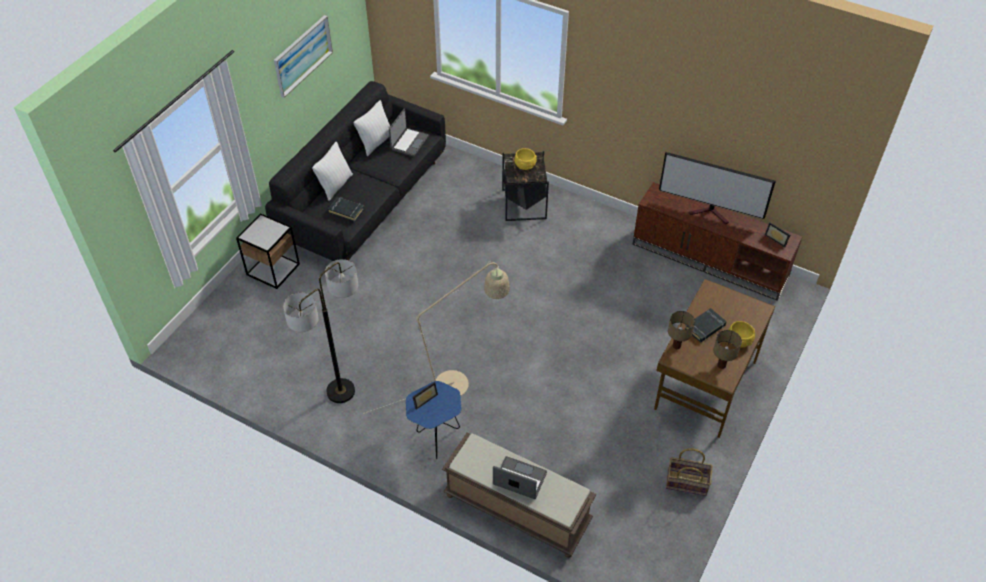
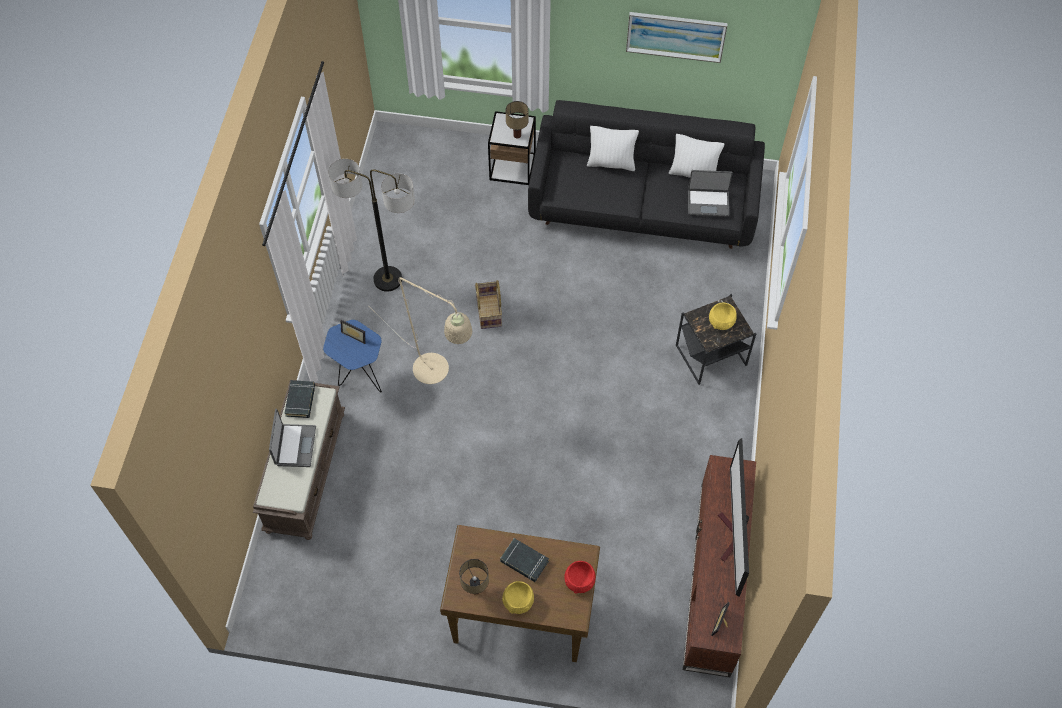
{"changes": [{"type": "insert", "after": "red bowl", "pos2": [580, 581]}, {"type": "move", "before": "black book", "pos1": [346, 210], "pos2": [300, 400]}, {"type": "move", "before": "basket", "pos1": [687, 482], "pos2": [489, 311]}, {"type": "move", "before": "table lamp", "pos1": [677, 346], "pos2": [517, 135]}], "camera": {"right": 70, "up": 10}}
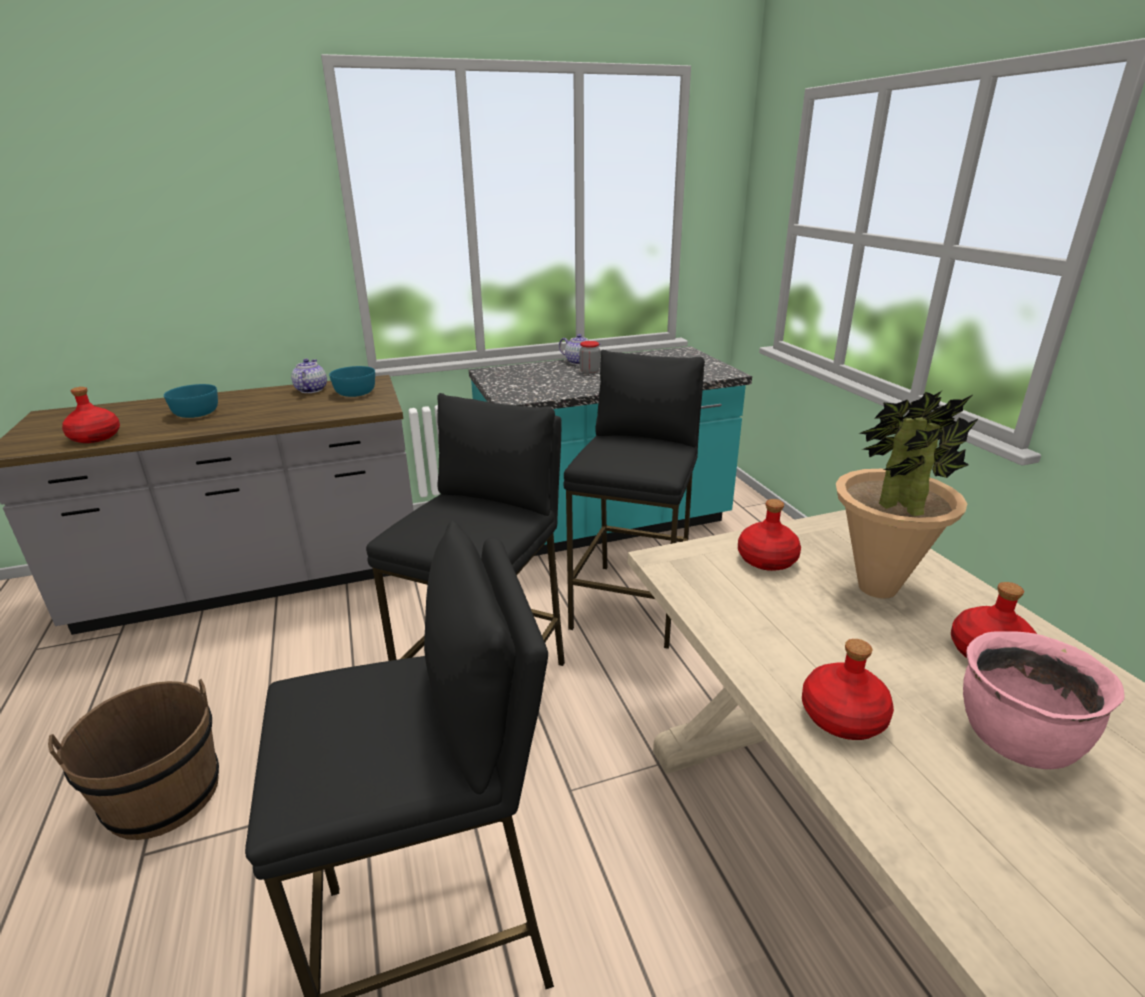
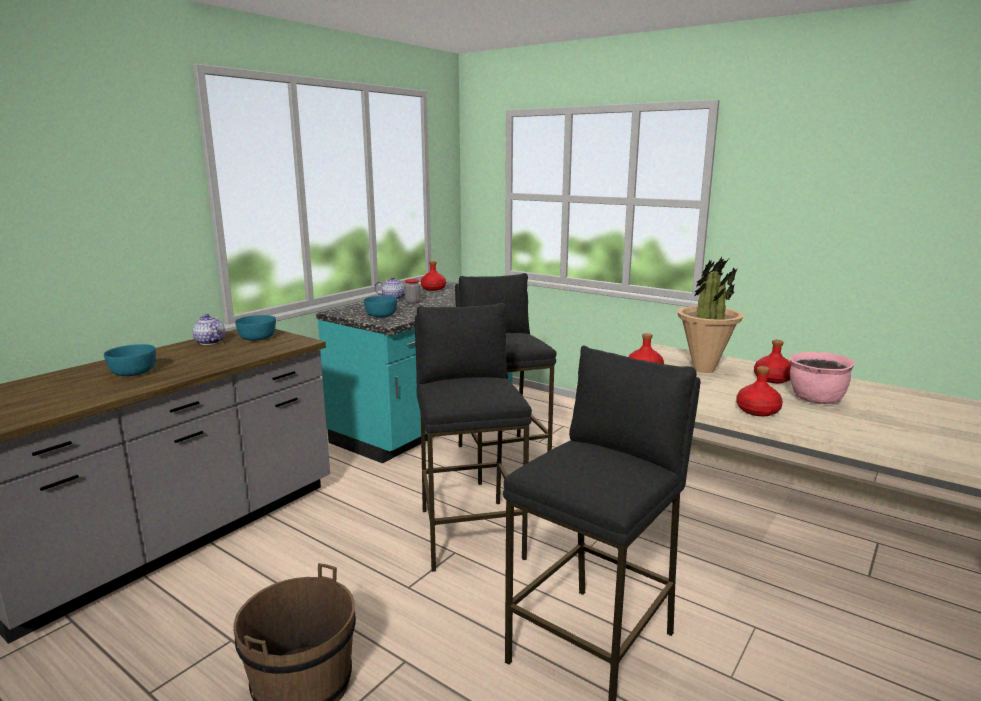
{"changes": [{"type": "insert", "after": "turquoise bowl", "pos2": [381, 315]}, {"type": "move", "before": "red bottle", "pos1": [95, 437], "pos2": [433, 289]}], "camera": {"right": -35, "up": -10}}
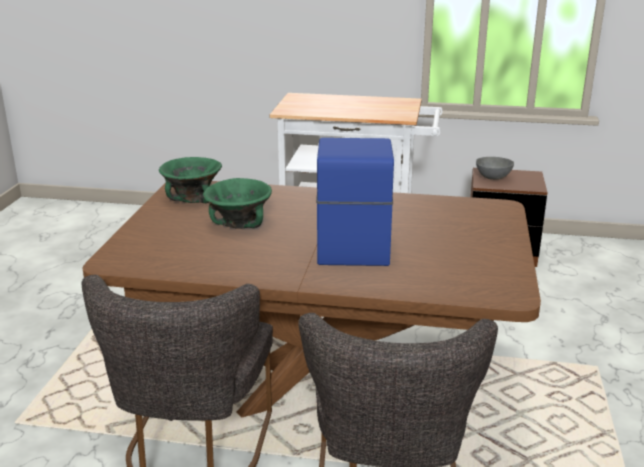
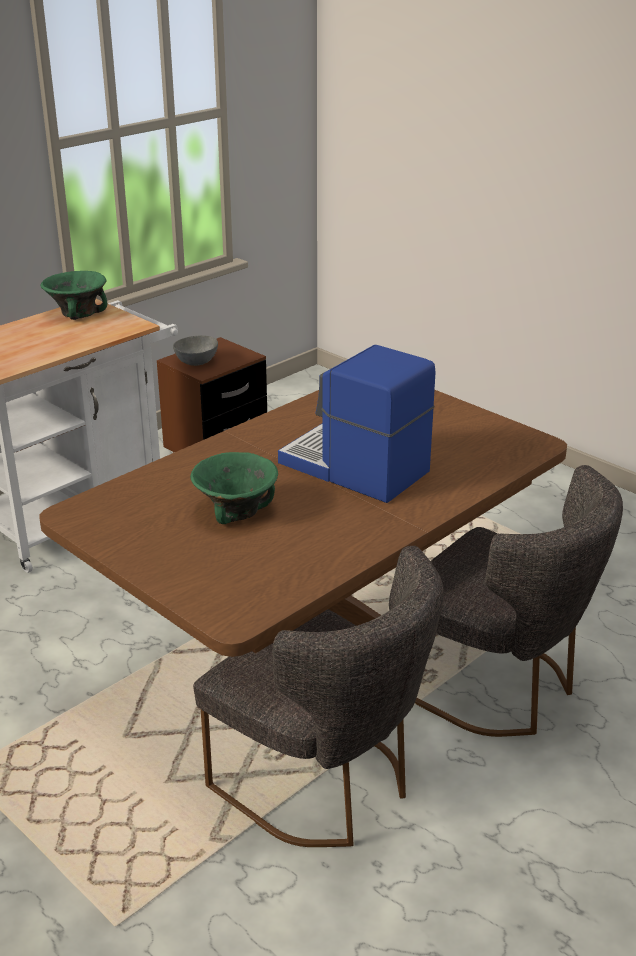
{"changes": [{"type": "move", "before": "green bowl", "pos1": [193, 198], "pos2": [78, 313]}], "camera": {"right": -55, "up": 5}}
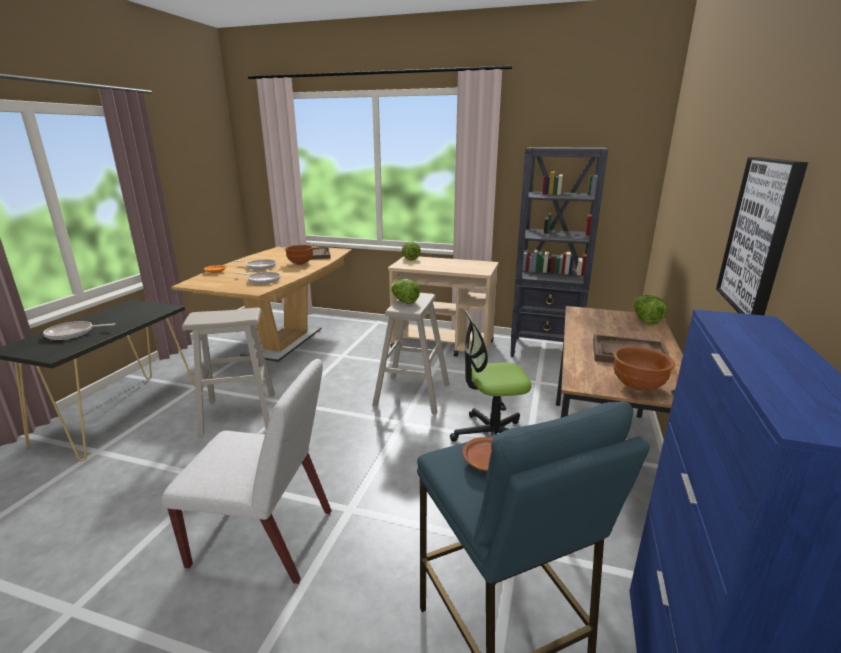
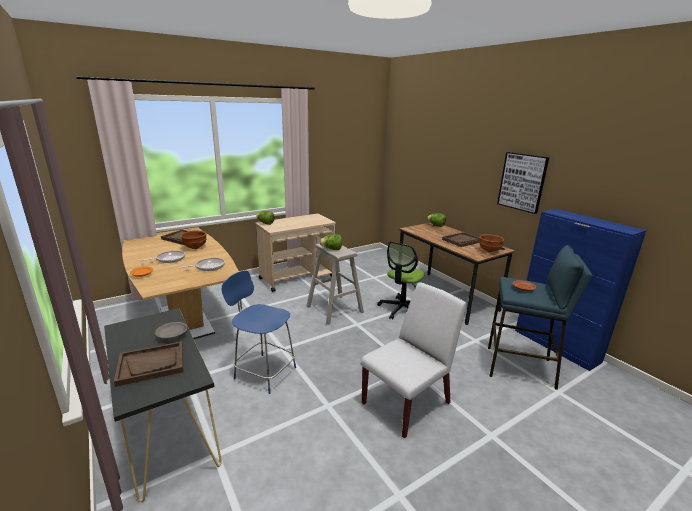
{"changes": [{"type": "delete", "before": "black bookcase", "pos1": [545, 350]}, {"type": "insert", "after": "grey bowl", "pos2": [172, 335]}, {"type": "replace", "before": "frying pan", "after": "brown tray", "pos1": [73, 333], "pos2": [151, 364]}, {"type": "replace", "before": "beige stool", "after": "blue chair", "pos1": [239, 413], "pos2": [263, 372]}], "camera": {"right": -50, "up": 0}}
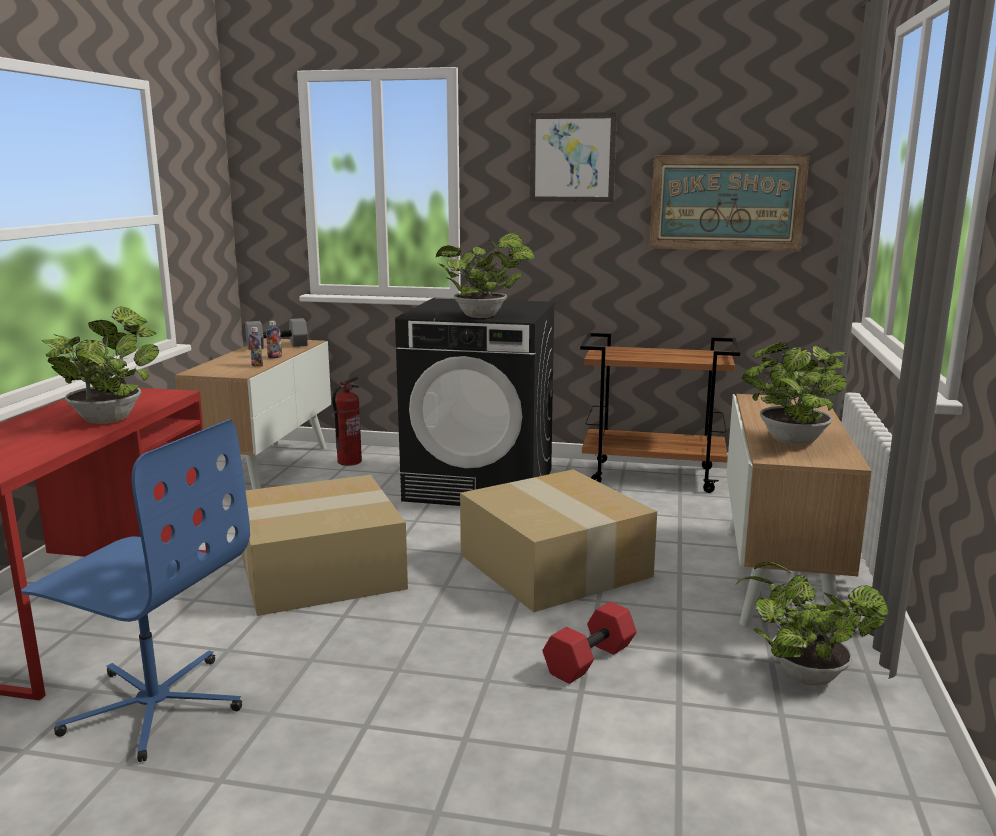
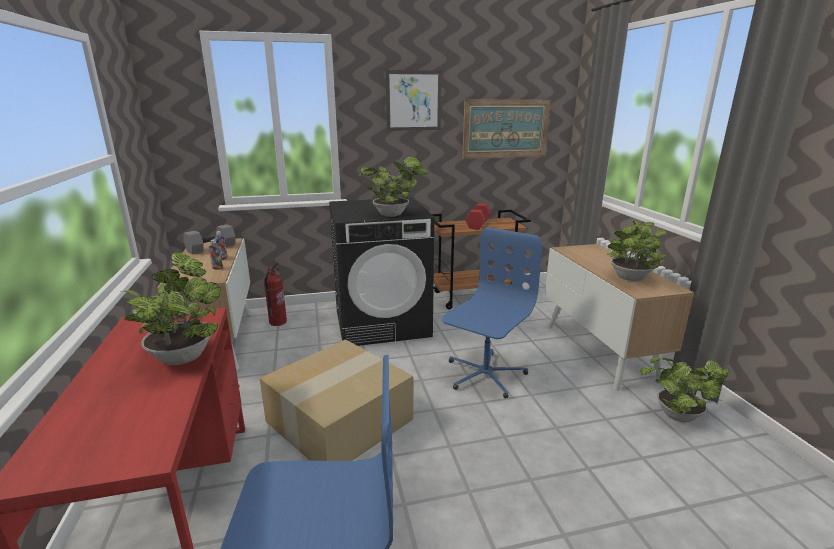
{"changes": [{"type": "move", "before": "red dumbbell", "pos1": [589, 659], "pos2": [477, 224]}, {"type": "replace", "before": "cardboard box", "after": "blue office chair", "pos1": [557, 565], "pos2": [484, 374]}], "camera": {"right": -25, "up": 5}}
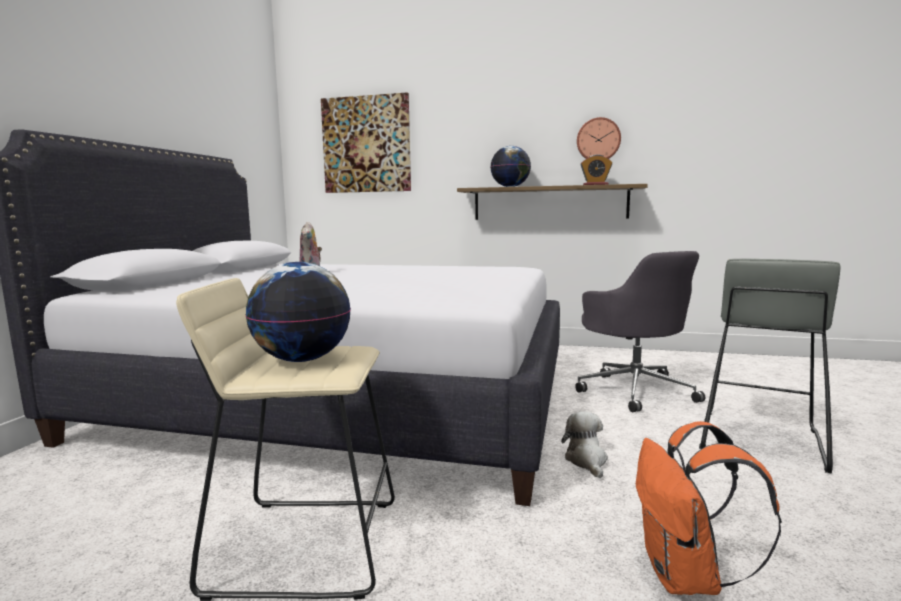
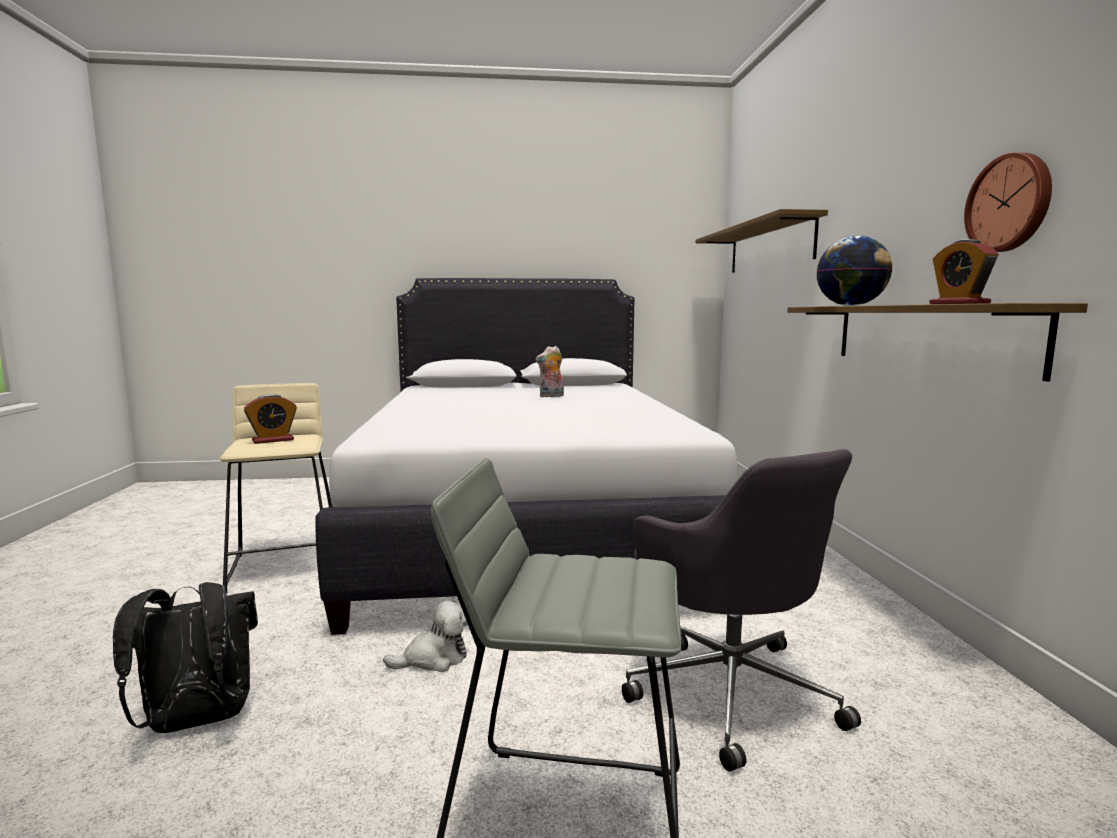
{"changes": [{"type": "replace", "before": "globe", "after": "alarm clock", "pos1": [302, 359], "pos2": [273, 440]}, {"type": "replace", "before": "picture", "after": "shelf", "pos1": [366, 144], "pos2": [769, 247]}, {"type": "recolor", "before": "orange backpack", "after": "black backpack", "pos1": [686, 577], "pos2": [196, 722]}, {"type": "rotate", "before": "grey office chair", "pos1": [635, 390], "pos2": [730, 691], "turn": -75}], "camera": {"right": 70, "up": 0}}
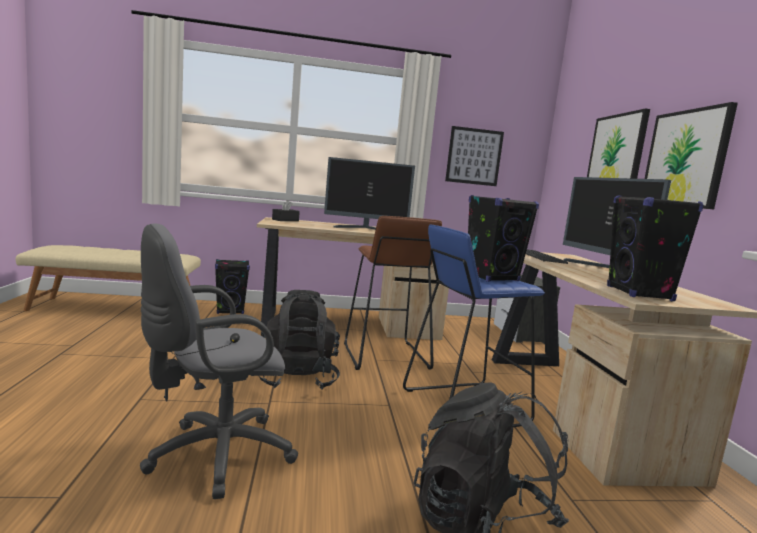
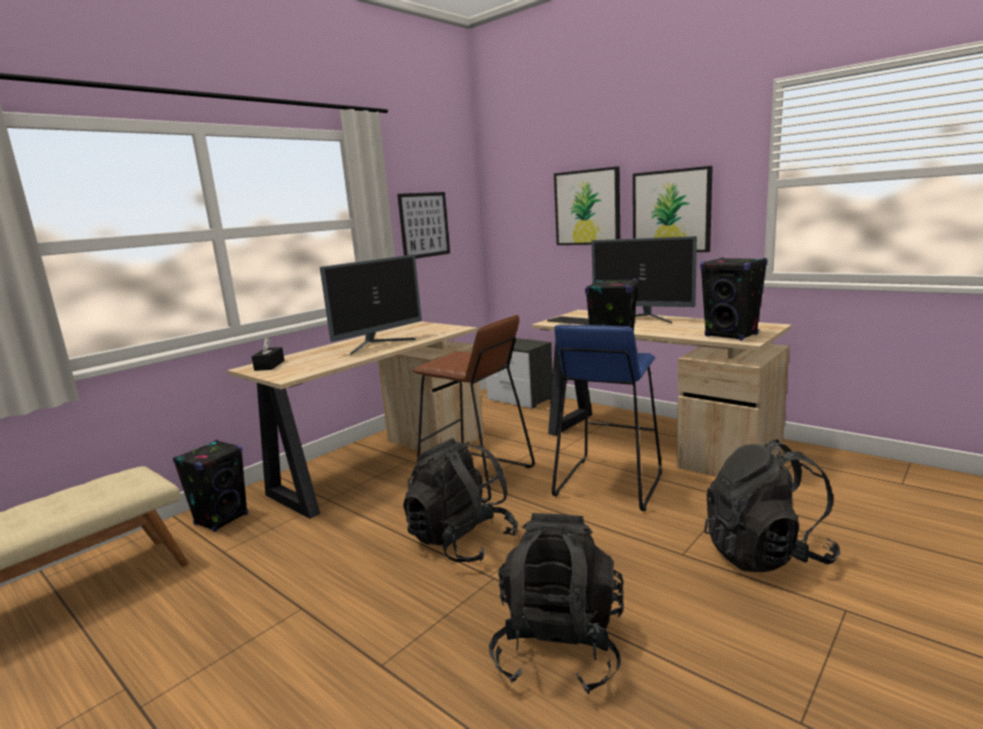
{"changes": [{"type": "replace", "before": "grey office chair", "after": "black backpack", "pos1": [213, 455], "pos2": [559, 647]}], "camera": {"right": -40, "up": 5}}
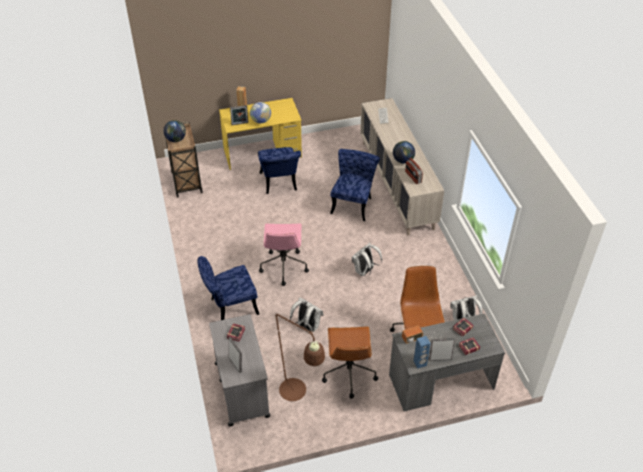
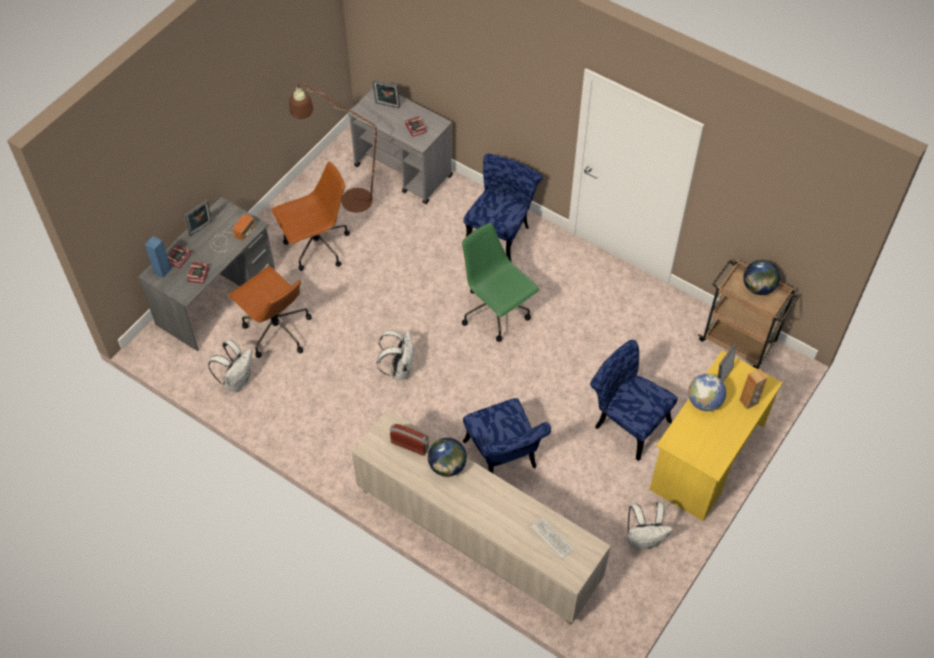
{"changes": [{"type": "move", "before": "white backpack", "pos1": [307, 326], "pos2": [643, 540]}, {"type": "move", "before": "blue speaker", "pos1": [420, 363], "pos2": [162, 271]}, {"type": "recolor", "before": "pink office chair", "after": "green office chair", "pos1": [283, 266], "pos2": [496, 313]}, {"type": "rotate", "before": "brown office chair", "pos1": [349, 373], "pos2": [316, 247], "turn": 105}], "camera": {"right": 140, "up": 10}}
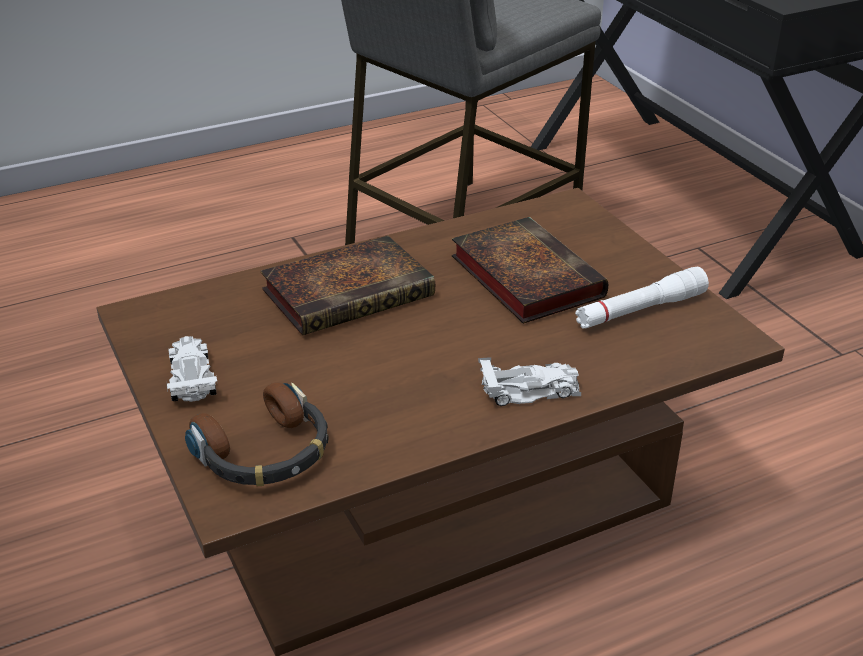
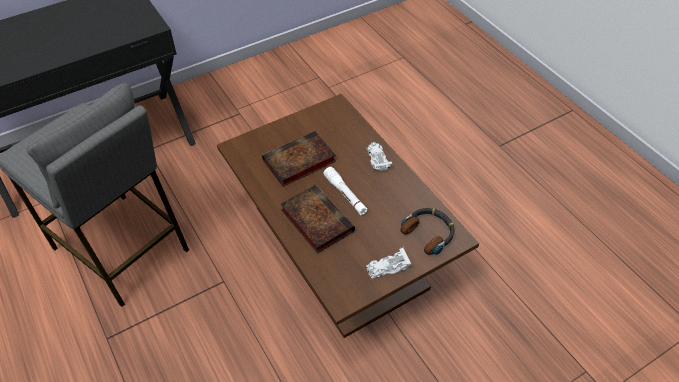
{"changes": [{"type": "move", "before": "white flashlight", "pos1": [640, 310], "pos2": [345, 195]}], "camera": {"right": -95, "up": 15}}
